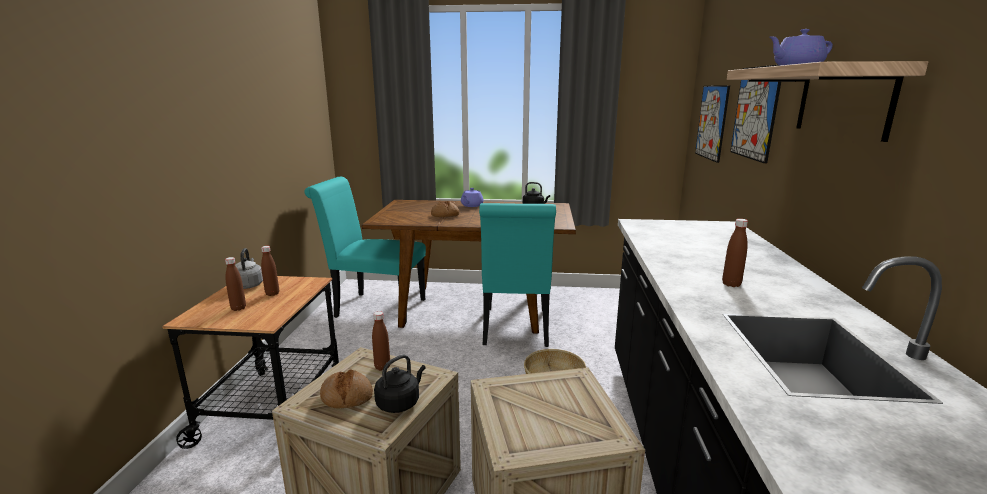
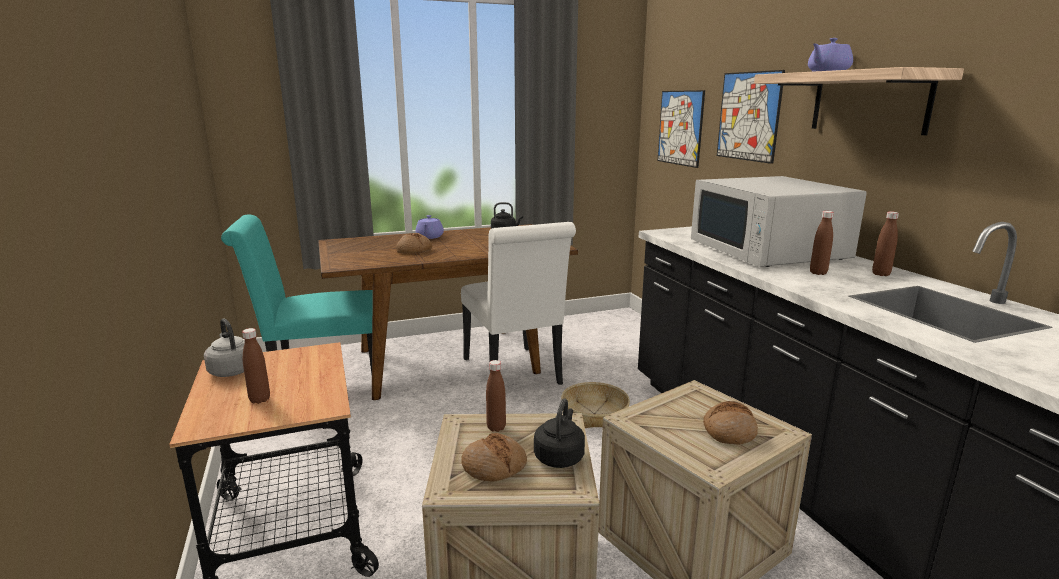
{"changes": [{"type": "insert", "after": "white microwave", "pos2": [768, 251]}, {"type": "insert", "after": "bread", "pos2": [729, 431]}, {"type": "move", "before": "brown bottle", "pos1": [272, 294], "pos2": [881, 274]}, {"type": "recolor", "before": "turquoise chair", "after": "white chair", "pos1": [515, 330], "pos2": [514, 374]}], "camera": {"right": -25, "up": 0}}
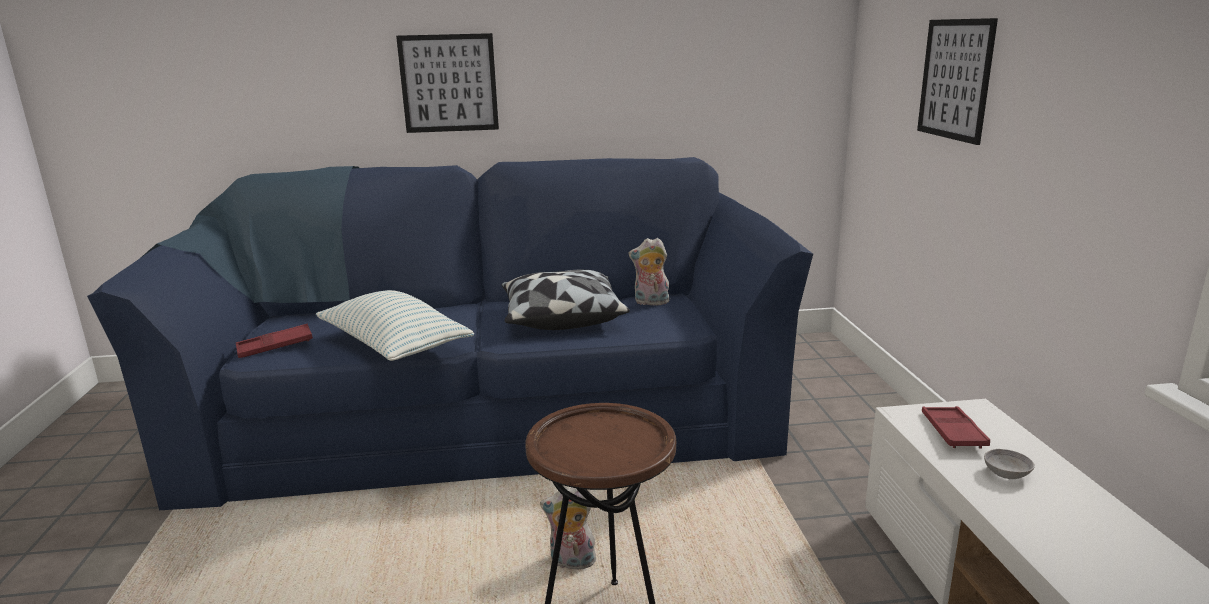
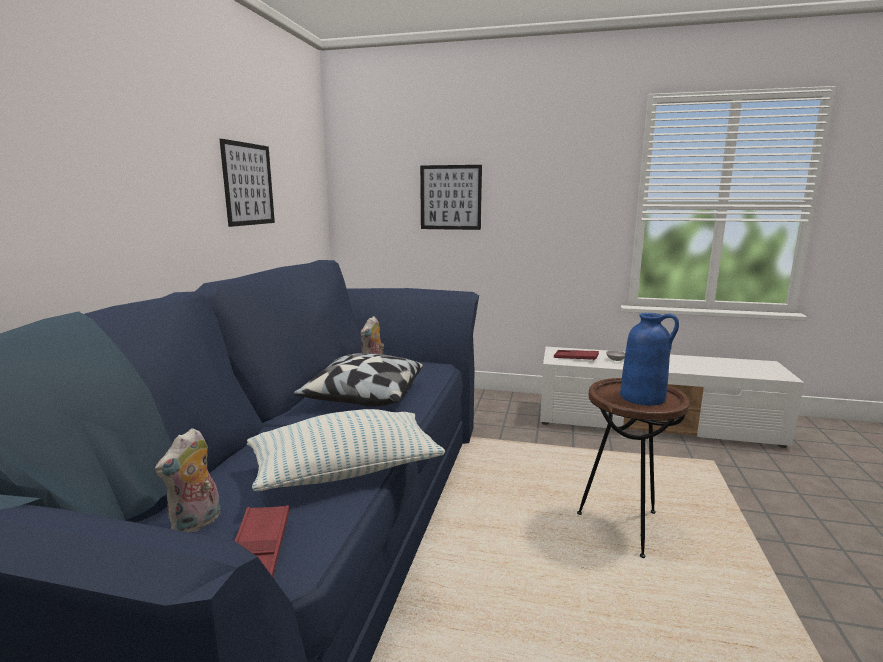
{"changes": [{"type": "insert", "after": "blue vase", "pos2": [643, 397]}, {"type": "move", "before": "picture", "pos1": [449, 83], "pos2": [248, 184]}, {"type": "move", "before": "plush toy", "pos1": [571, 563], "pos2": [197, 524]}], "camera": {"right": -70, "up": -5}}
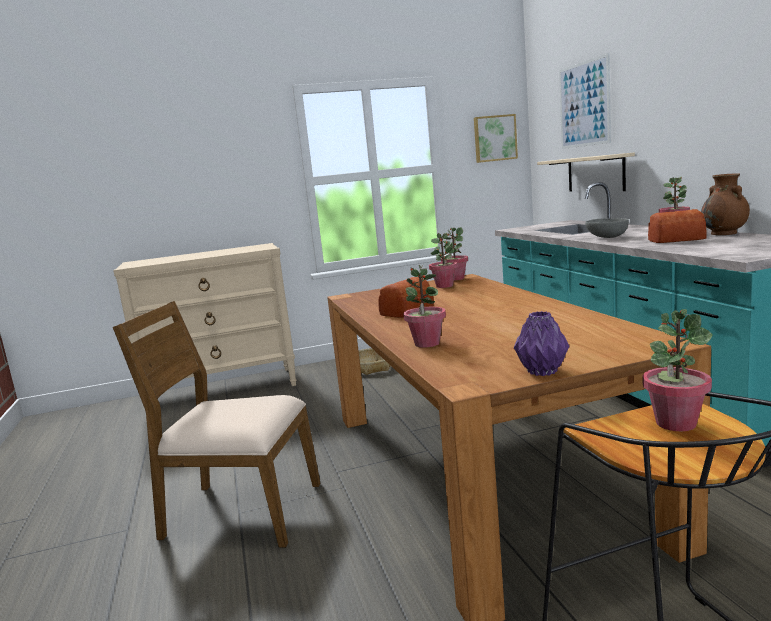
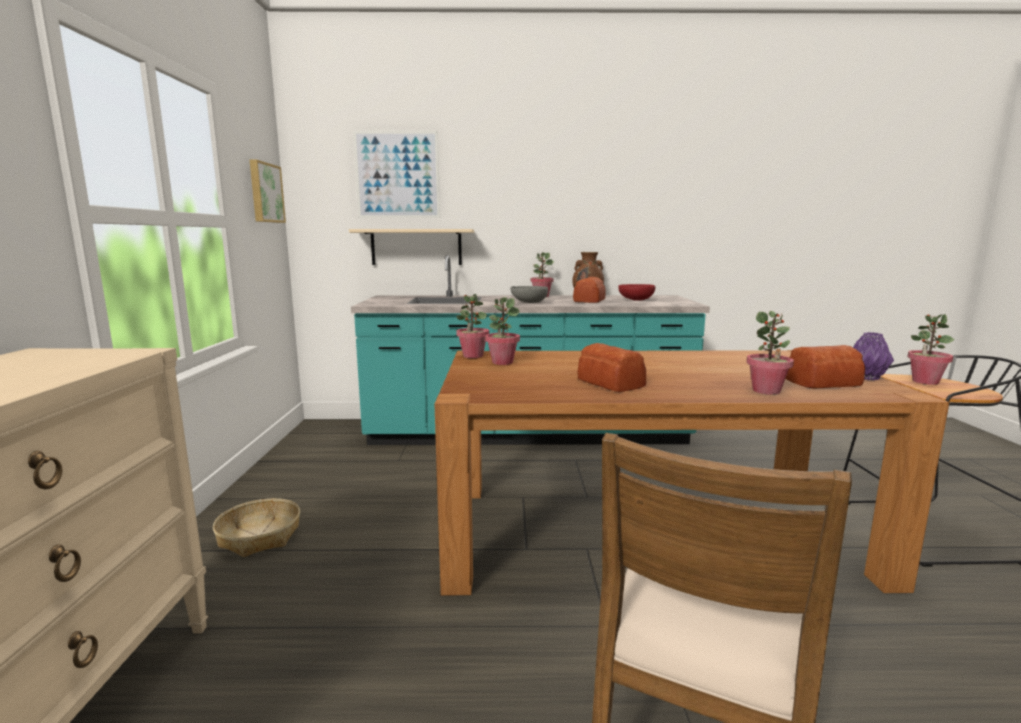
{"changes": [{"type": "insert", "after": "red bowl", "pos2": [636, 300]}, {"type": "insert", "after": "bread", "pos2": [820, 382]}], "camera": {"right": -75, "up": 0}}
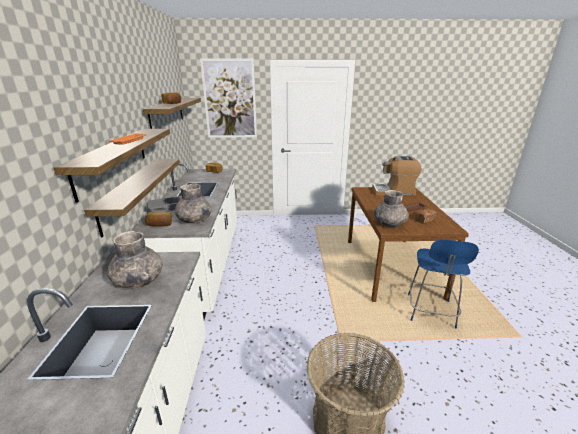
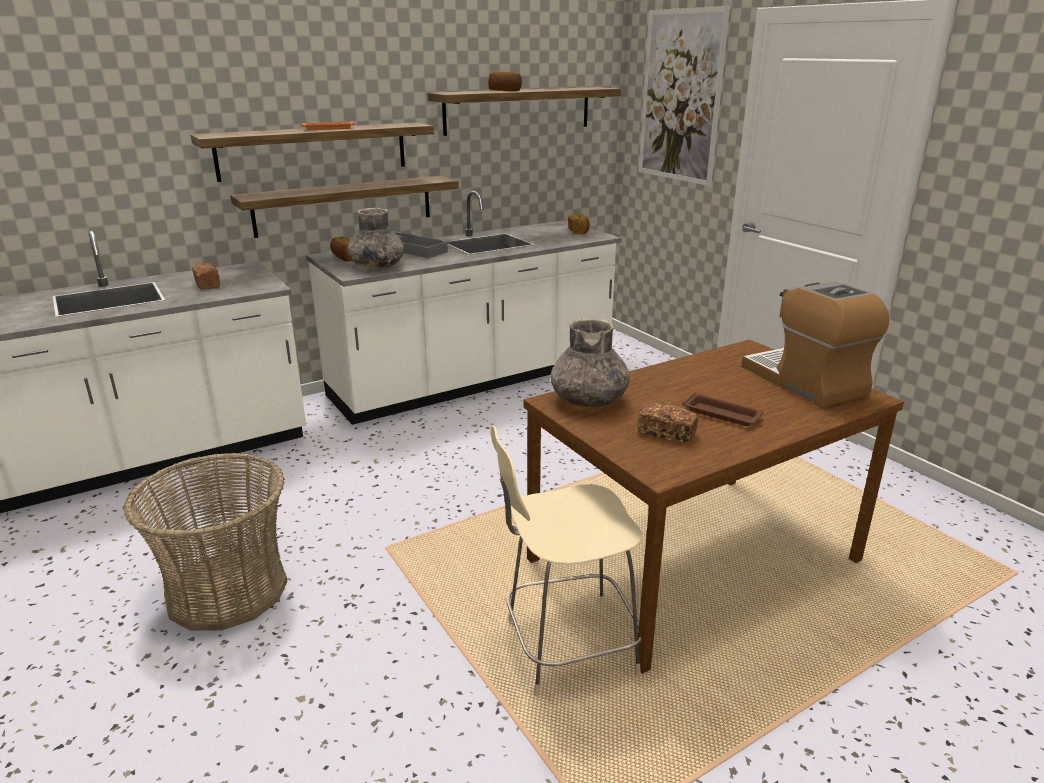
{"changes": [{"type": "replace", "before": "grey vase", "after": "bread", "pos1": [138, 280], "pos2": [207, 284]}, {"type": "recolor", "before": "blue chair", "after": "beige chair", "pos1": [430, 312], "pos2": [565, 648]}], "camera": {"right": 60, "up": 0}}
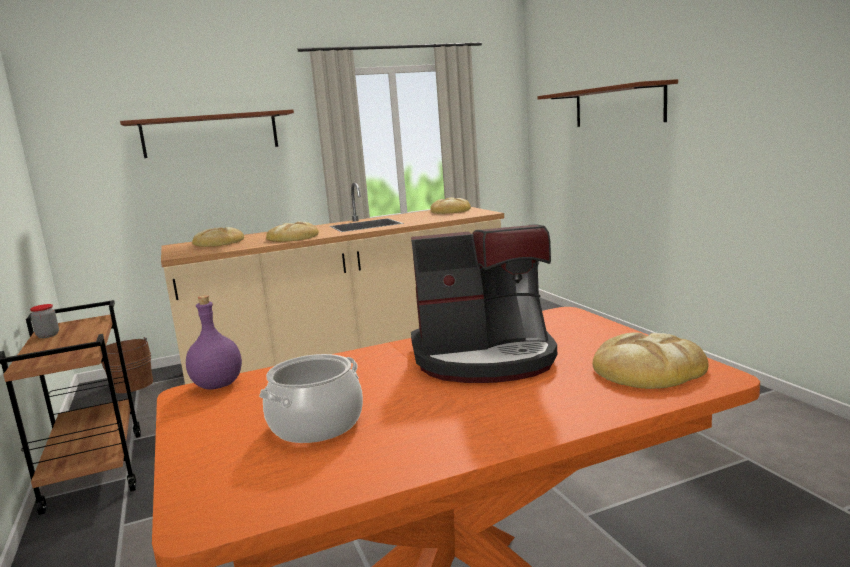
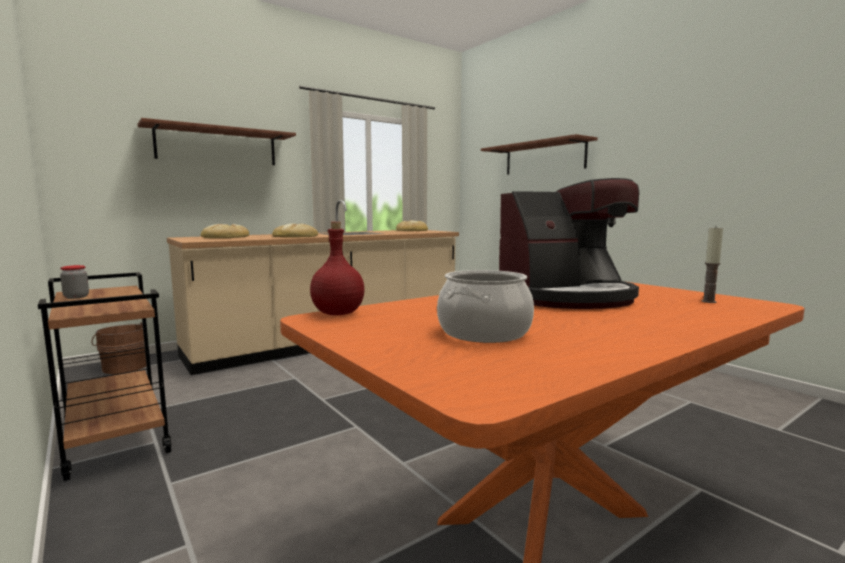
{"changes": [{"type": "replace", "before": "bread", "after": "candle", "pos1": [647, 369], "pos2": [708, 301]}, {"type": "recolor", "before": "purple bottle", "after": "red bottle", "pos1": [219, 385], "pos2": [339, 313]}], "camera": {"right": -15, "up": -5}}
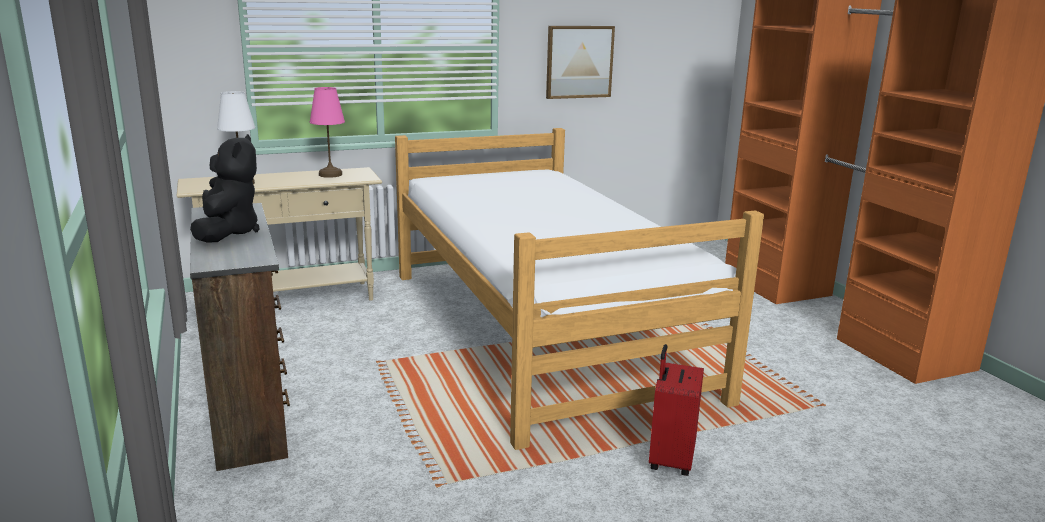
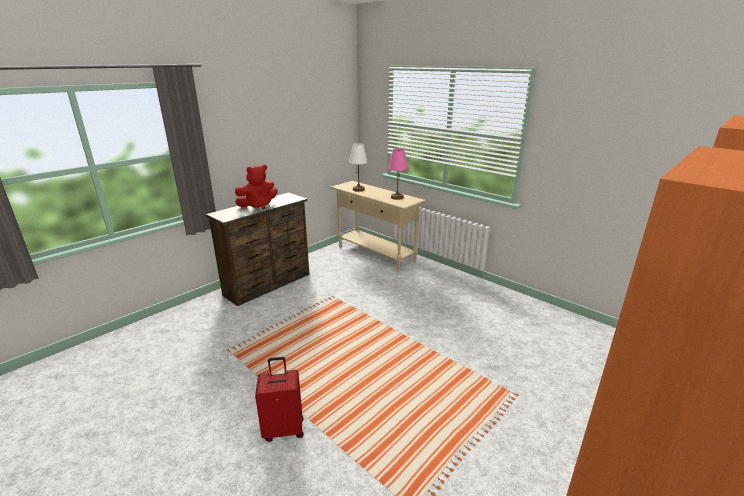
{"changes": [{"type": "delete", "before": "bed", "pos1": [541, 330]}, {"type": "delete", "before": "picture", "pos1": [579, 62]}, {"type": "recolor", "before": "black plush toy", "after": "red plush toy", "pos1": [227, 232], "pos2": [258, 205]}], "camera": {"right": 65, "up": 5}}
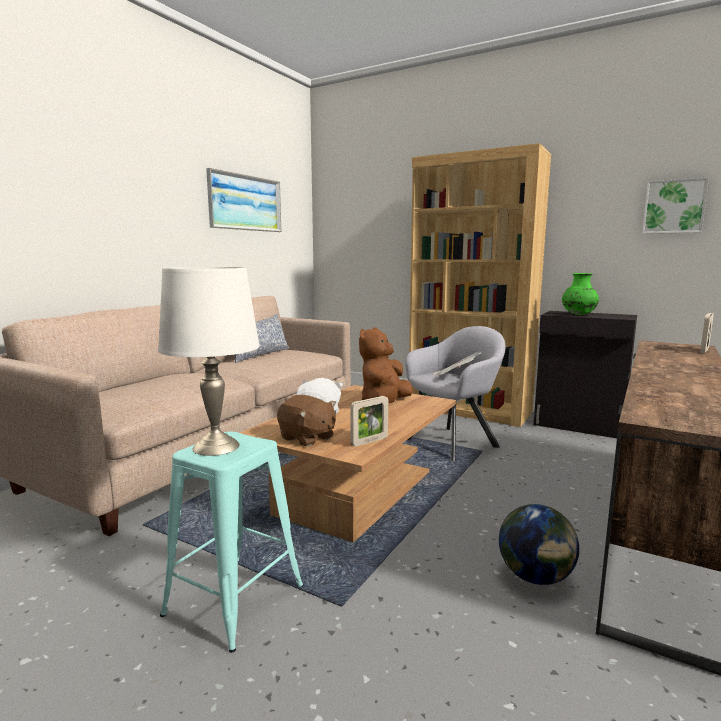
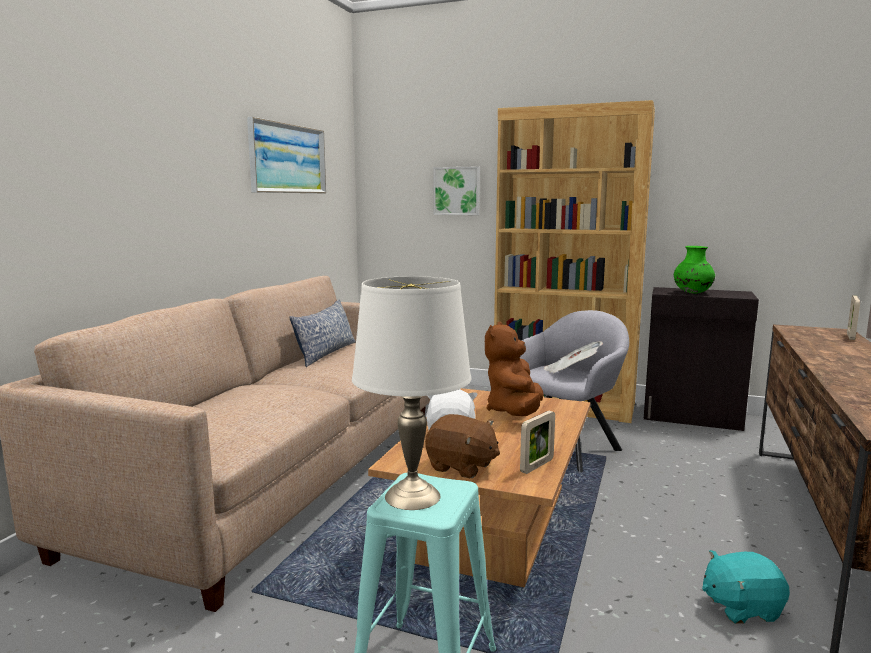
{"changes": [{"type": "move", "before": "picture", "pos1": [674, 206], "pos2": [457, 191]}, {"type": "replace", "before": "globe", "after": "turquoise plush toy", "pos1": [535, 577], "pos2": [741, 607]}], "camera": {"right": -10, "up": 0}}
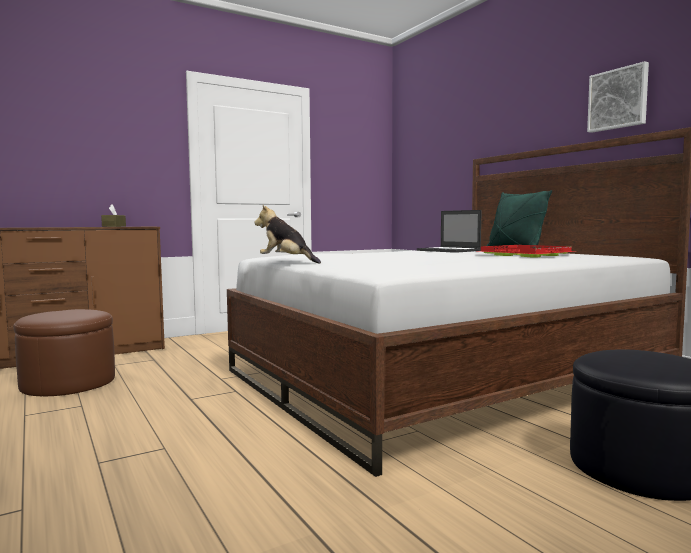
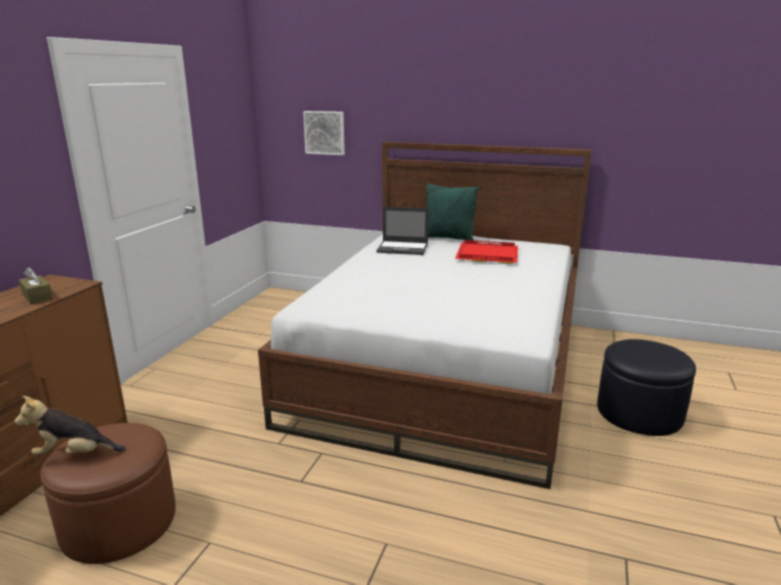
{"changes": [{"type": "move", "before": "plush toy", "pos1": [286, 262], "pos2": [75, 454]}, {"type": "move", "before": "picture", "pos1": [618, 99], "pos2": [325, 132]}], "camera": {"right": -40, "up": 15}}
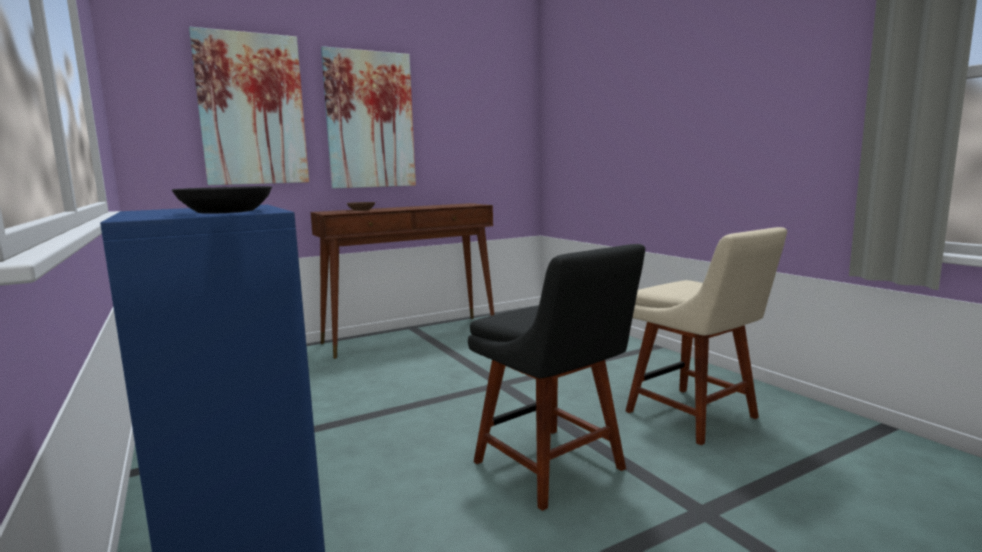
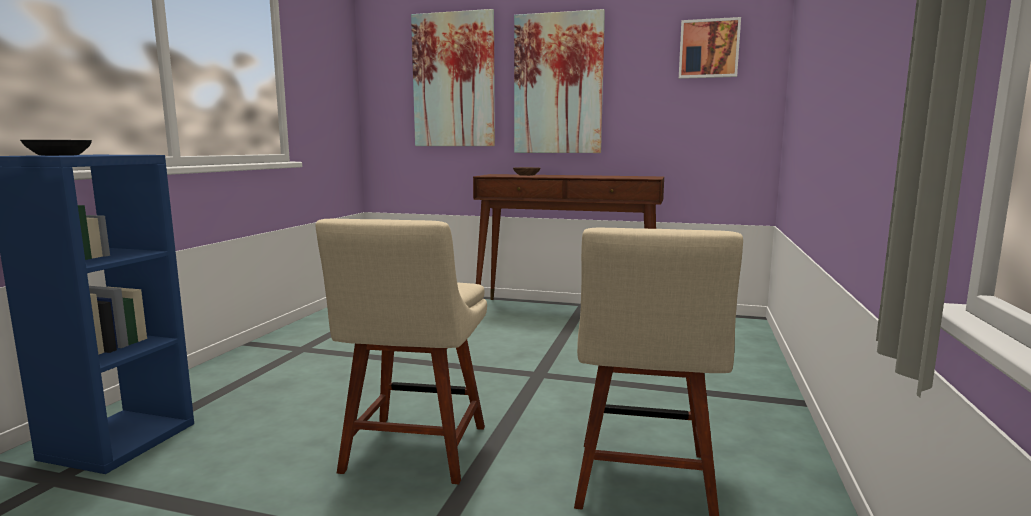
{"changes": [{"type": "insert", "after": "picture", "pos2": [708, 49]}, {"type": "recolor", "before": "black chair", "after": "beige chair", "pos1": [553, 468], "pos2": [413, 452]}], "camera": {"right": 45, "up": 0}}
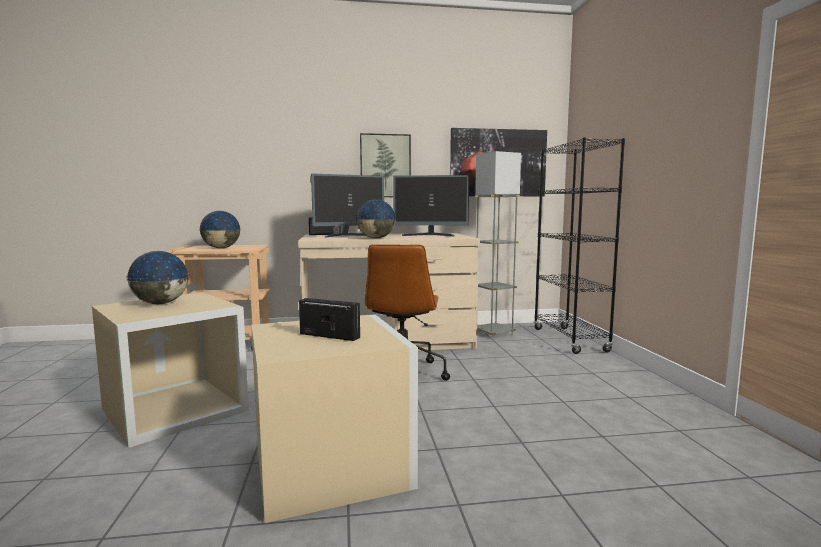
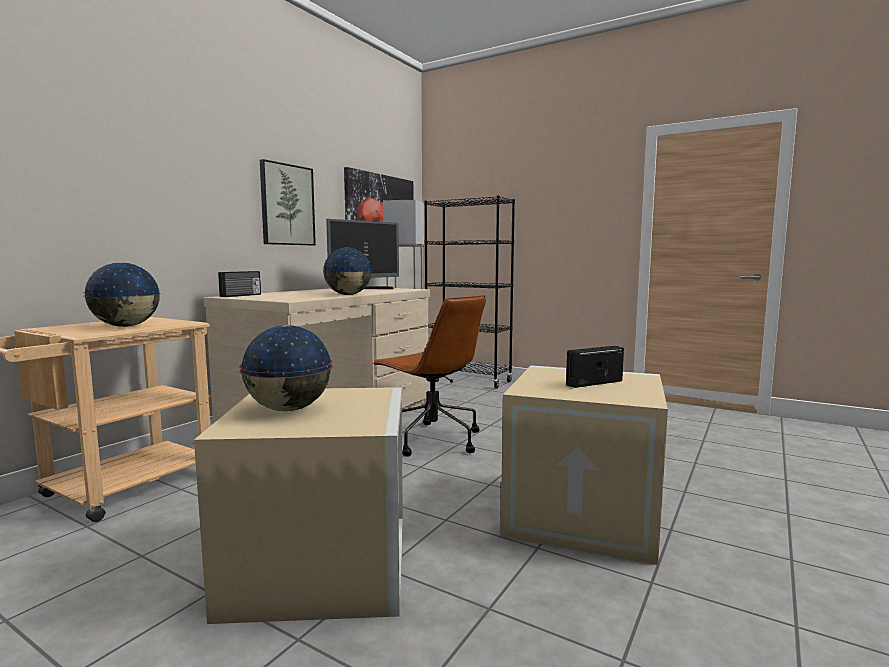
{"changes": [{"type": "delete", "before": "monitor", "pos1": [348, 236]}], "camera": {"right": -50, "up": 0}}
